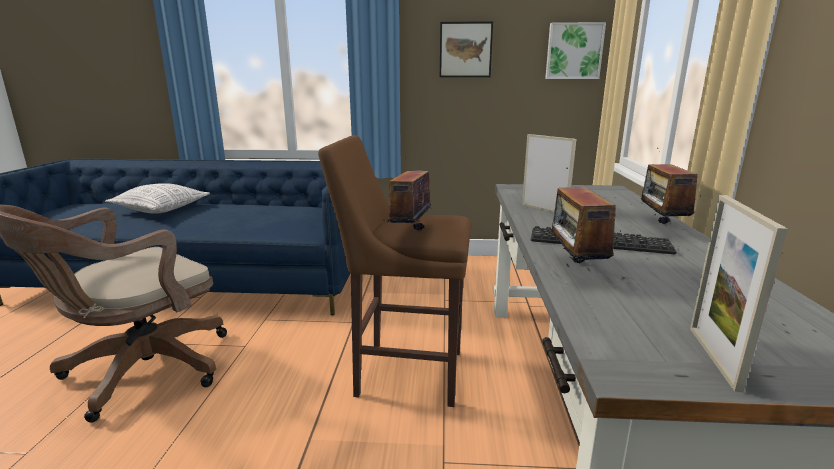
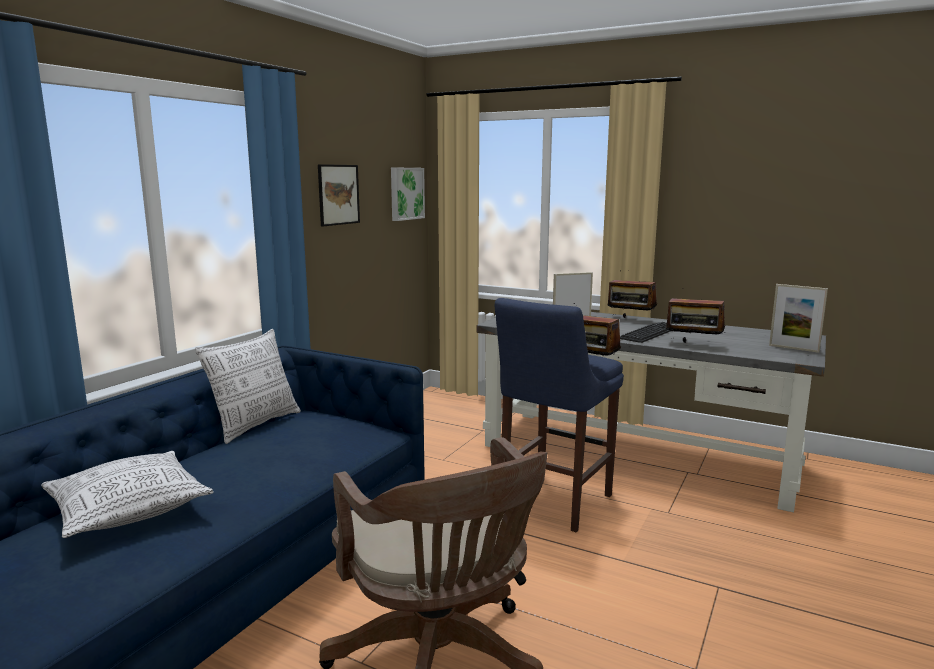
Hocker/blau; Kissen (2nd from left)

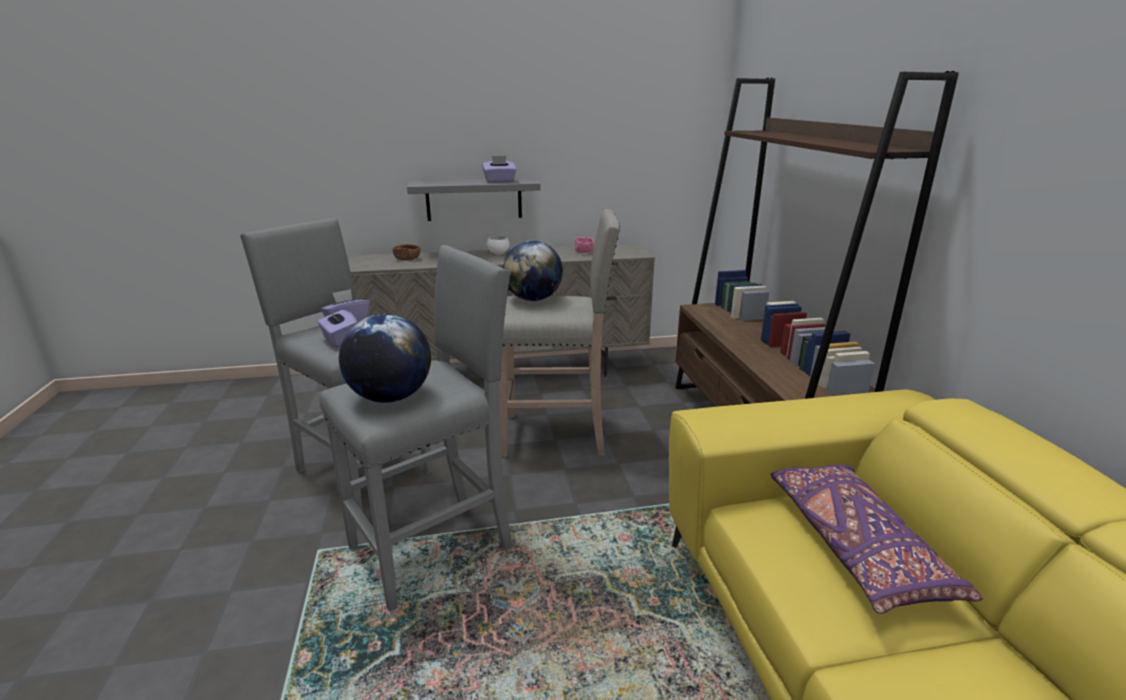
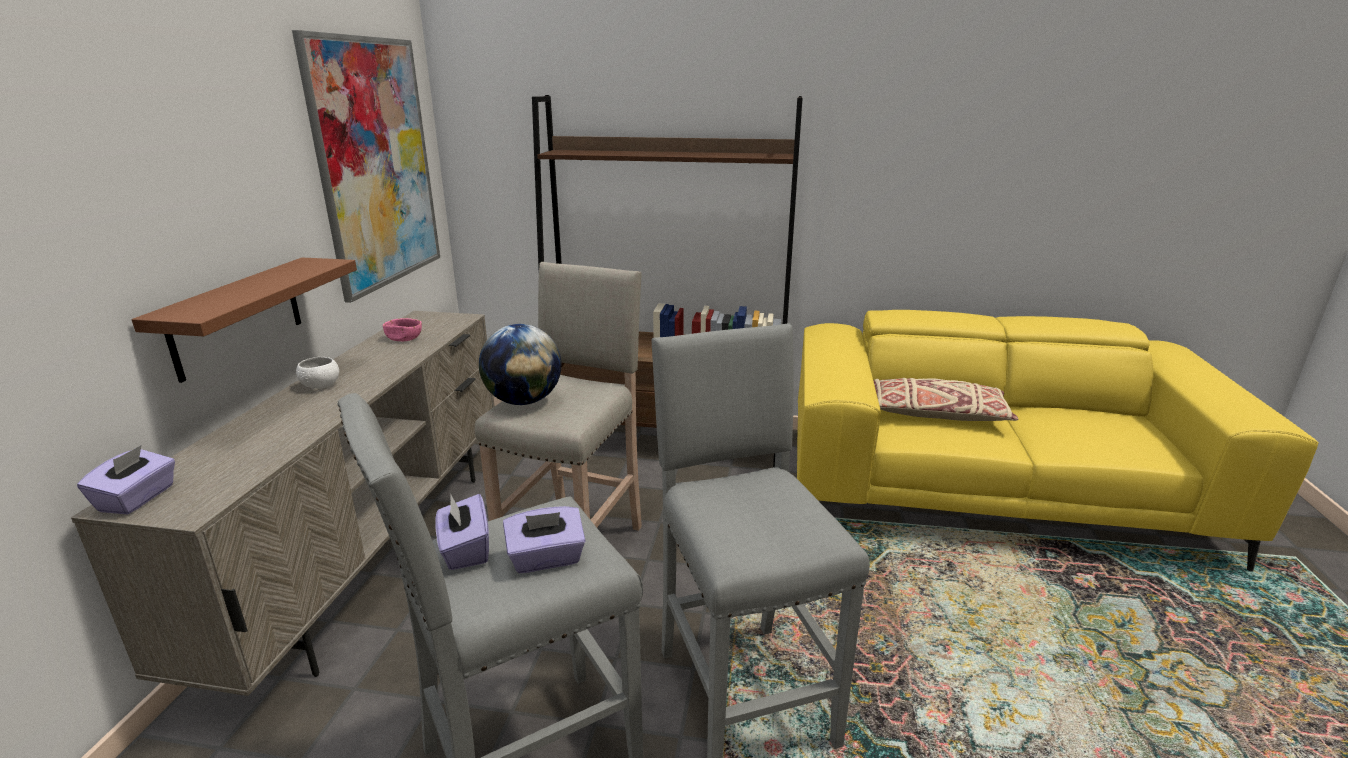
Globus (1st from left in the first image); Schüssel/braun; Wandregal/braun; Taschentuchbox/lila (1st from left); Kissen/beige; Bild

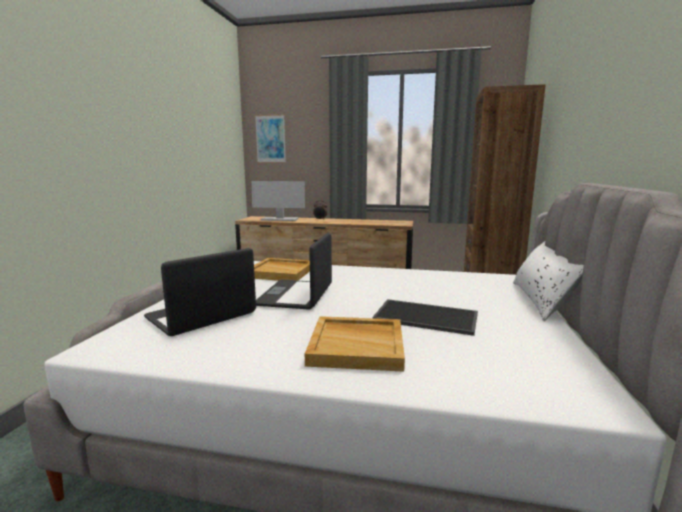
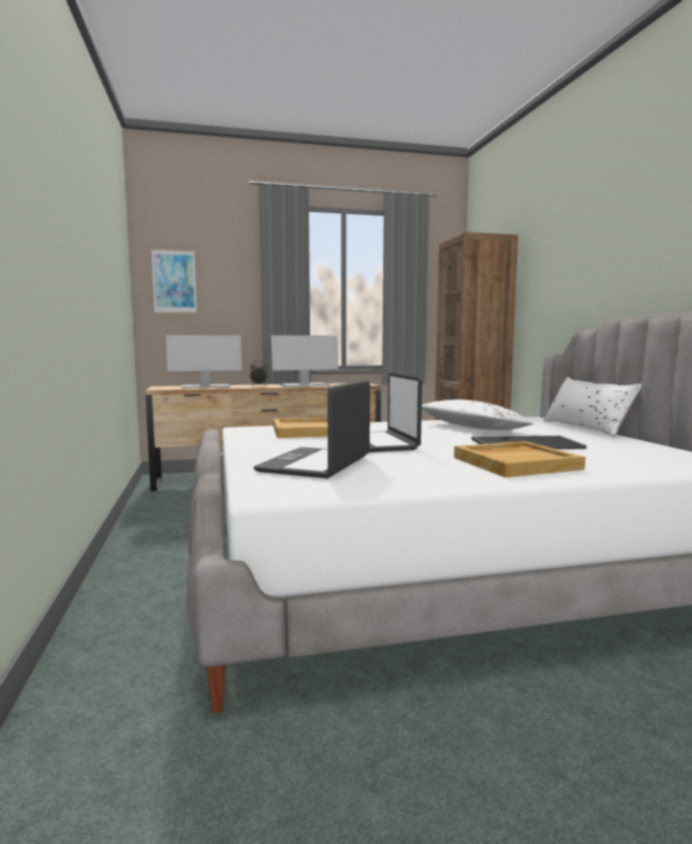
Monitor (2nd from left); Kissen/weiß (1st from left)

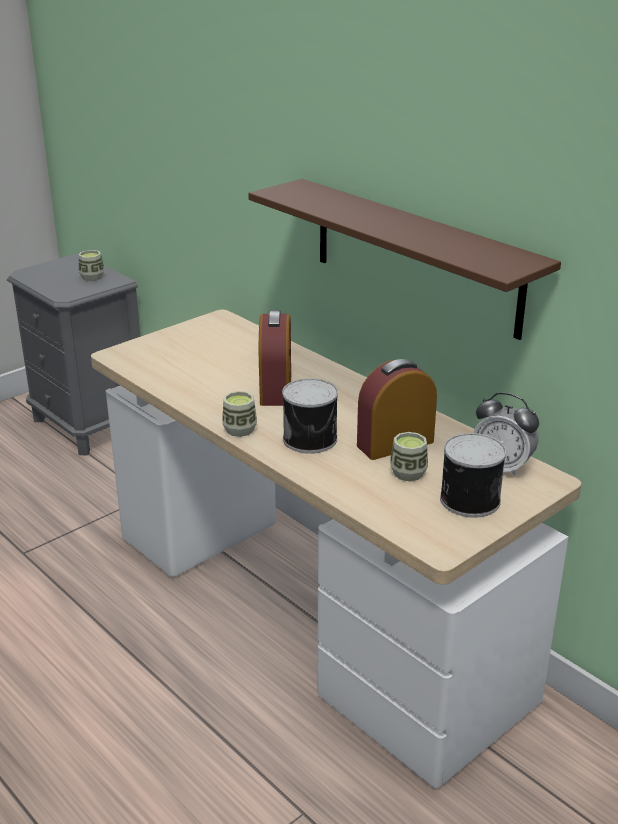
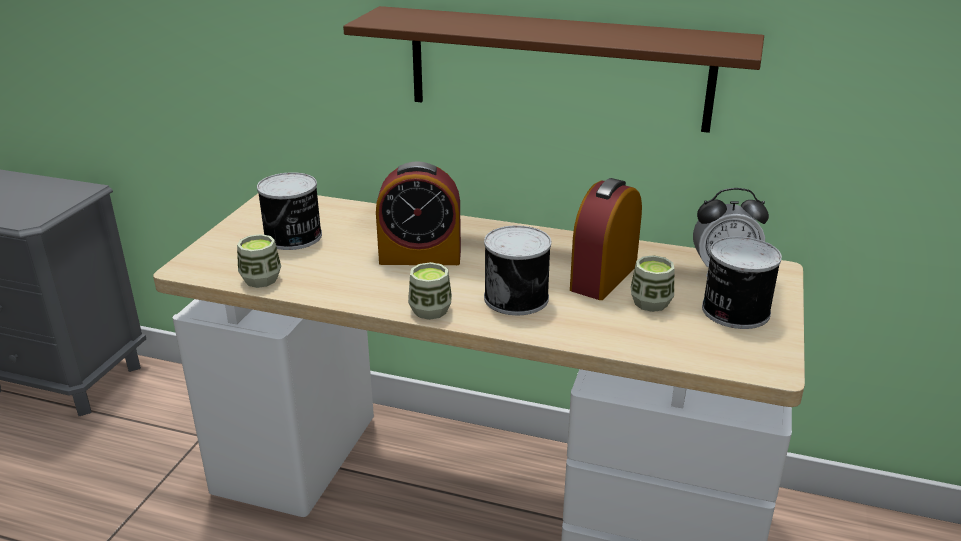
Tasse (1st from left); Wecker (1st from left); Dose (1st from left)

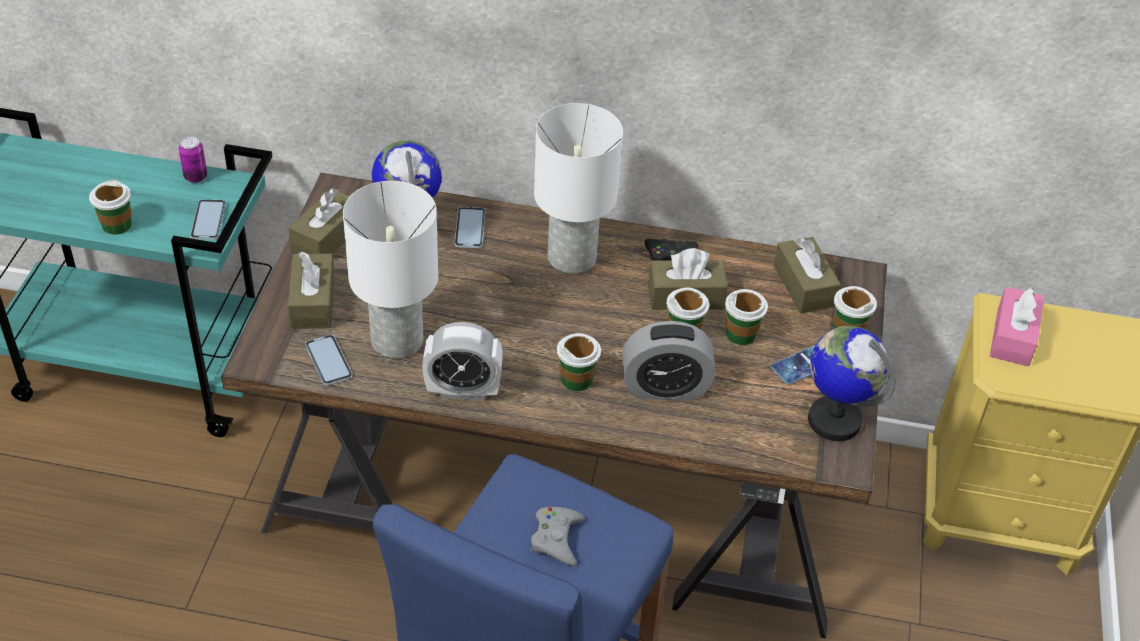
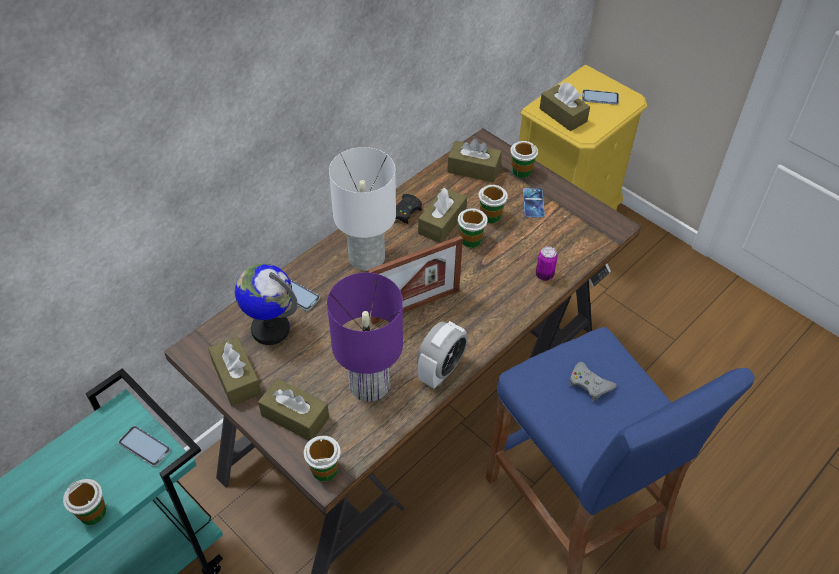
Dose; Handy (4th from left); Tischlampe/lila; Tasse (2nd from left); Wecker (2nd from left in the first image); Globus (2nd from left in the first image); Taschentuchbox/braun (5th from left); Bilderrahmen

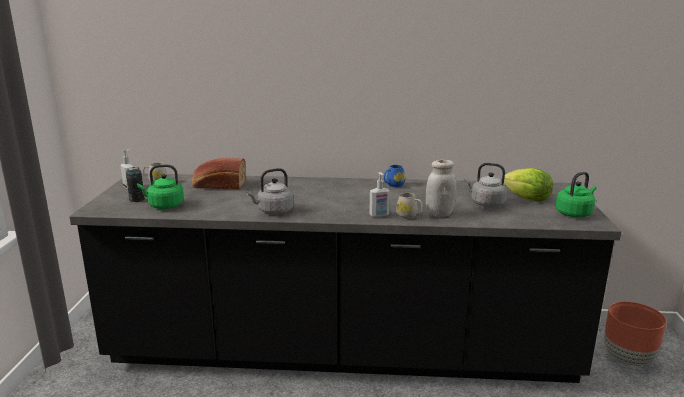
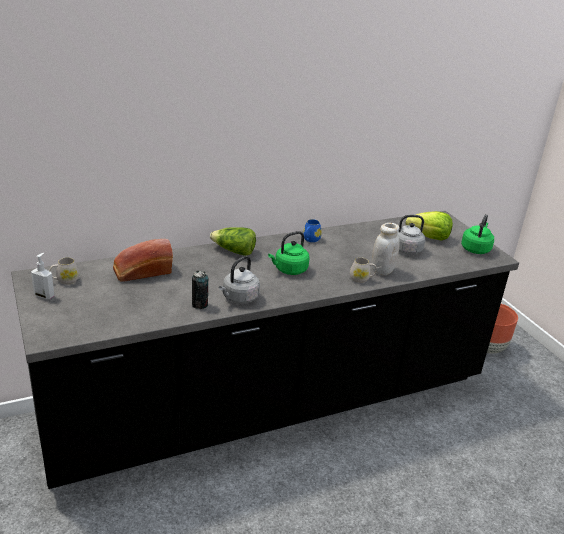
Dose; Wasserkessel/grün (1st from left); Seifenspender (2nd from left in the first image); Salatkopf (1st from left)

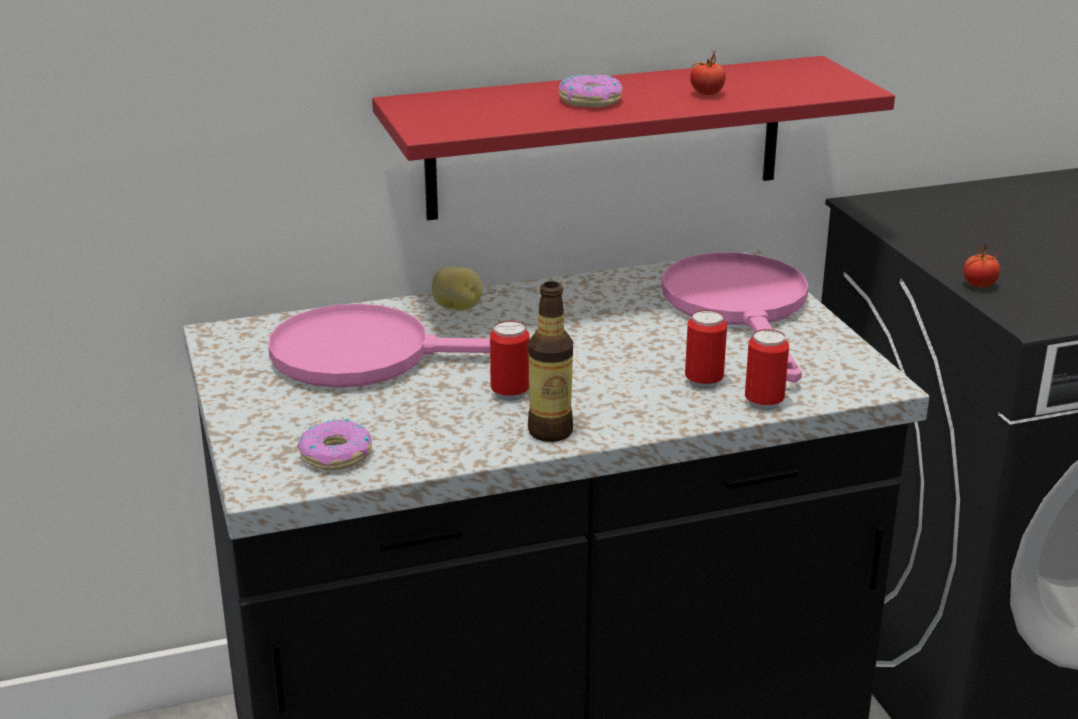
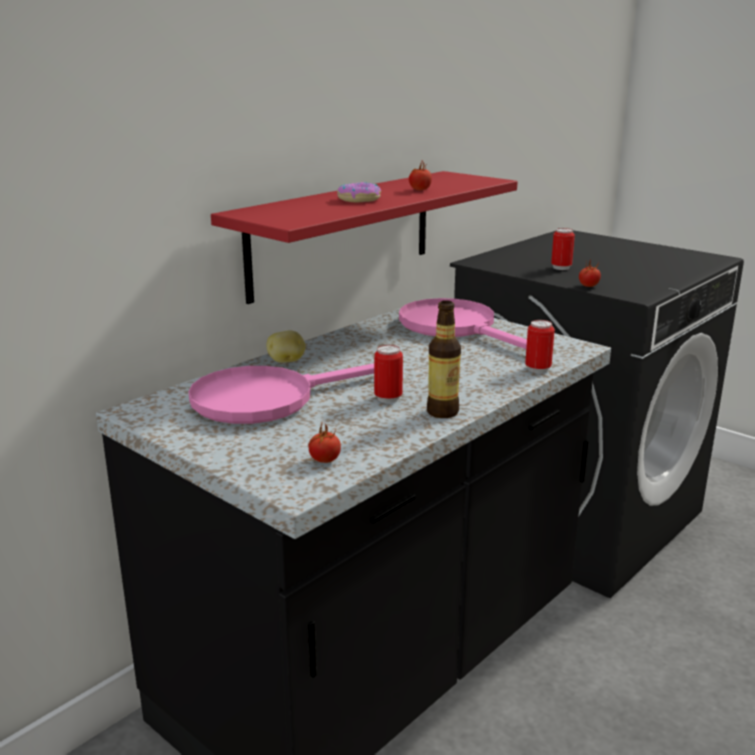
Tomate (1st from left); Dose (3rd from left)

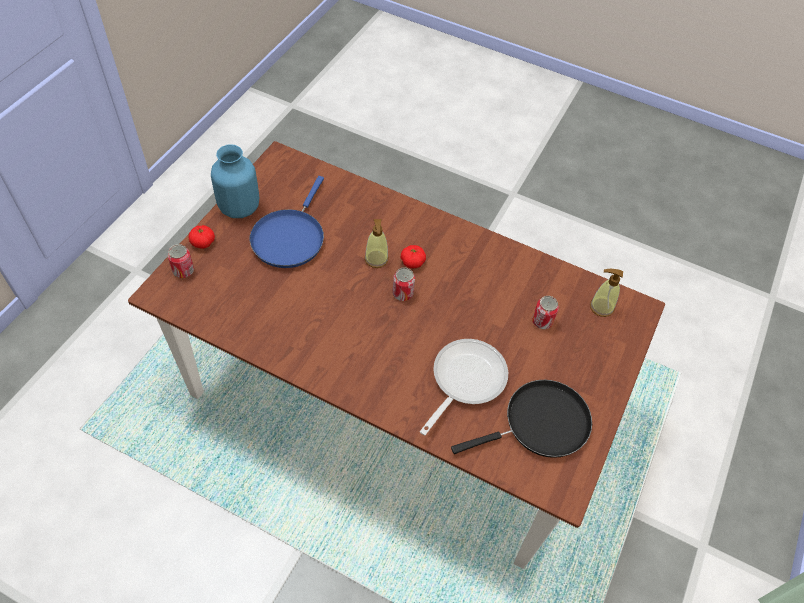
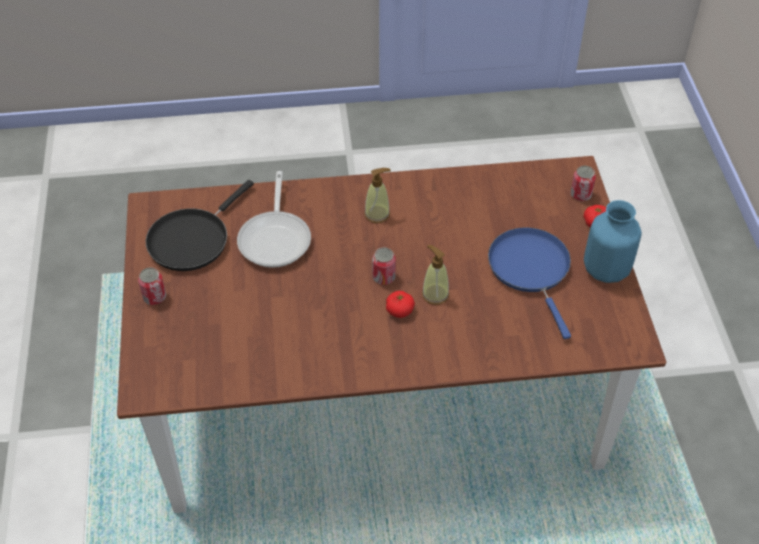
Dose (1st from left); Seifenspender (1st from left)

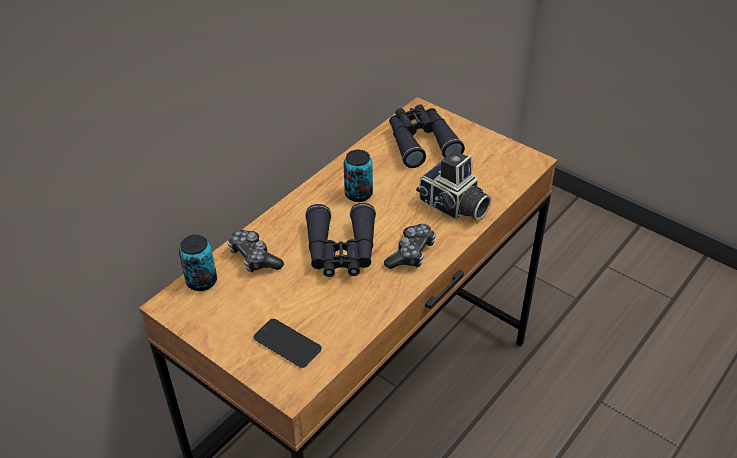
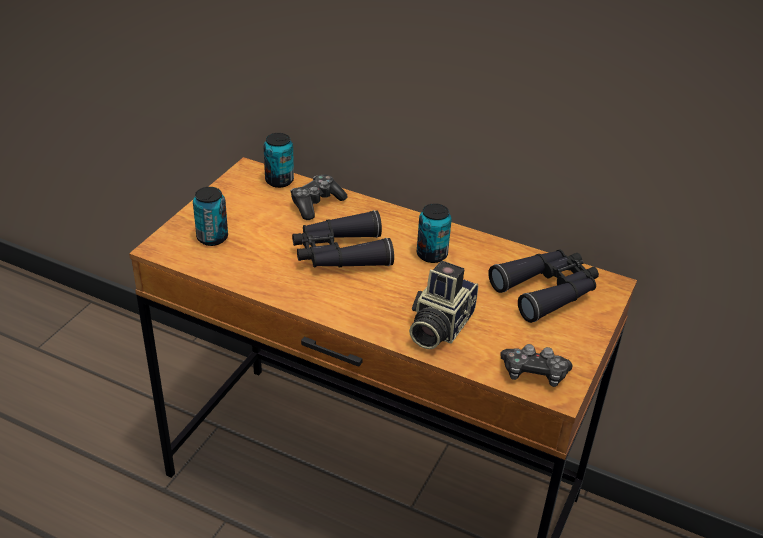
Dose (1st from left); Gamepad (2nd from left)

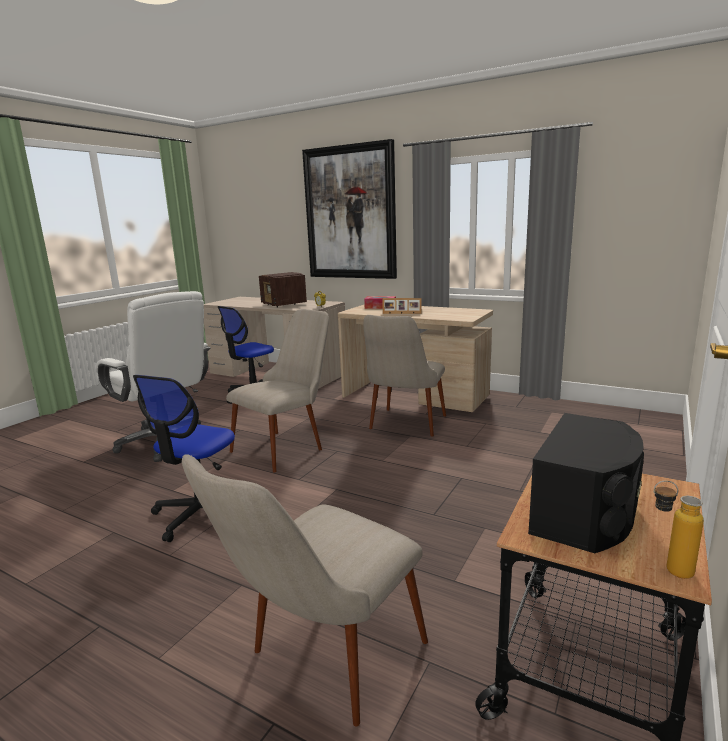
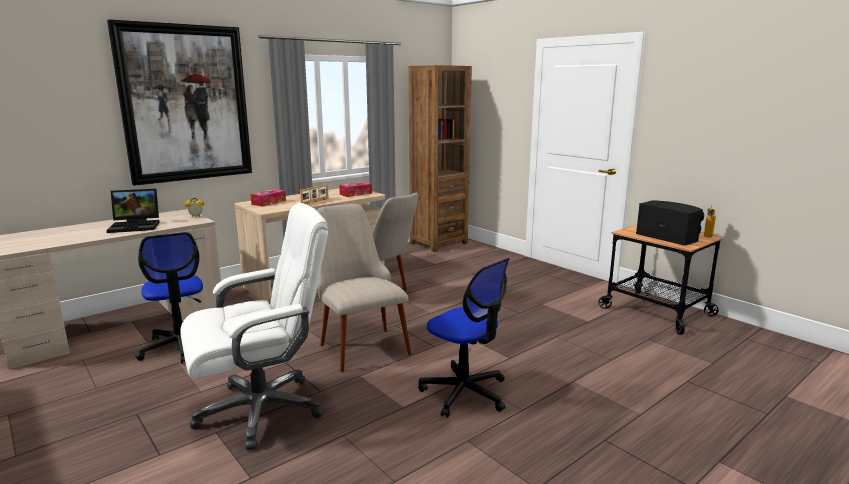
Stuhl/beige (2nd from left in the first image); Laptop; Taschentuchbox (2nd from left); Bücherregal/braun

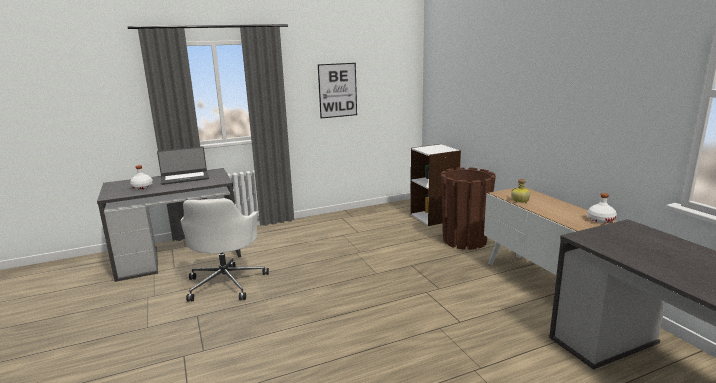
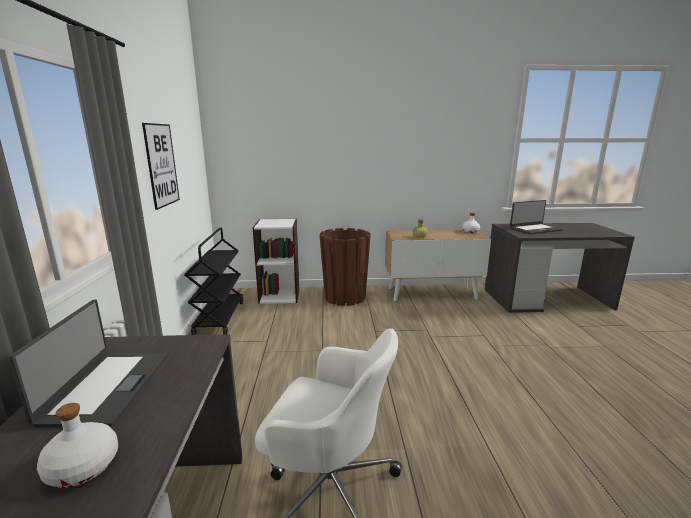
Rollwagen/schwarz; Laptop (2nd from left)

